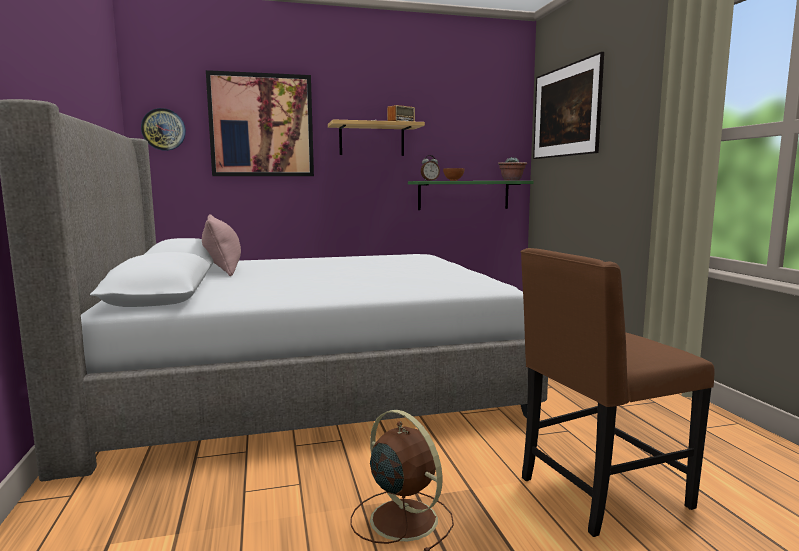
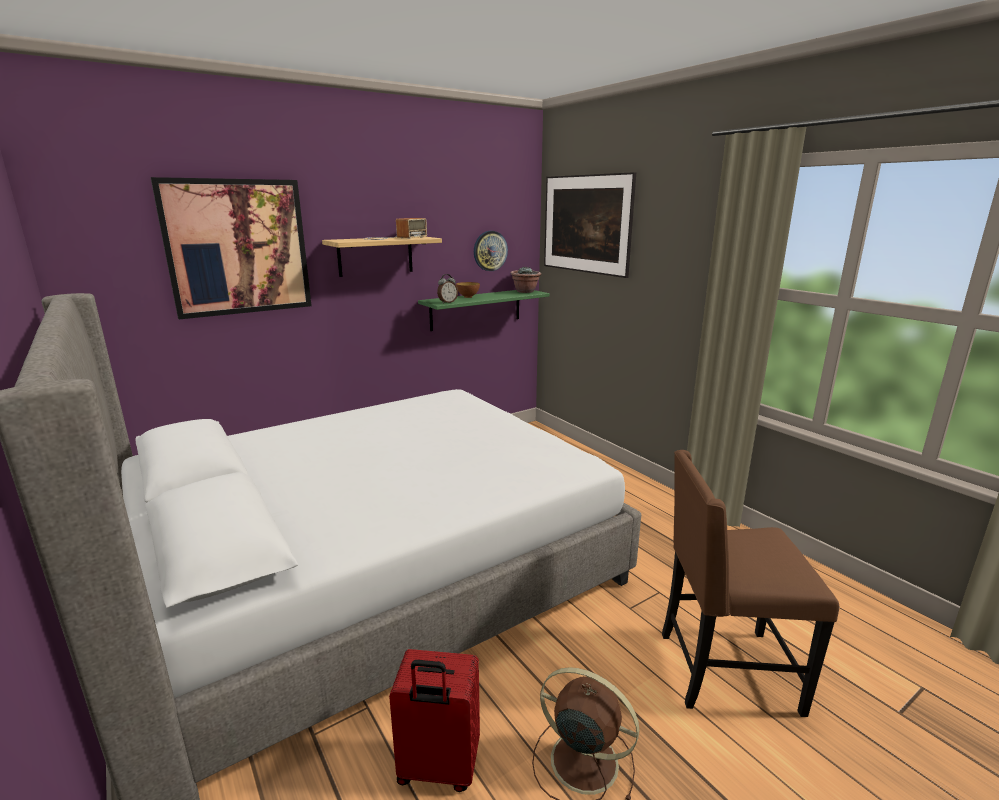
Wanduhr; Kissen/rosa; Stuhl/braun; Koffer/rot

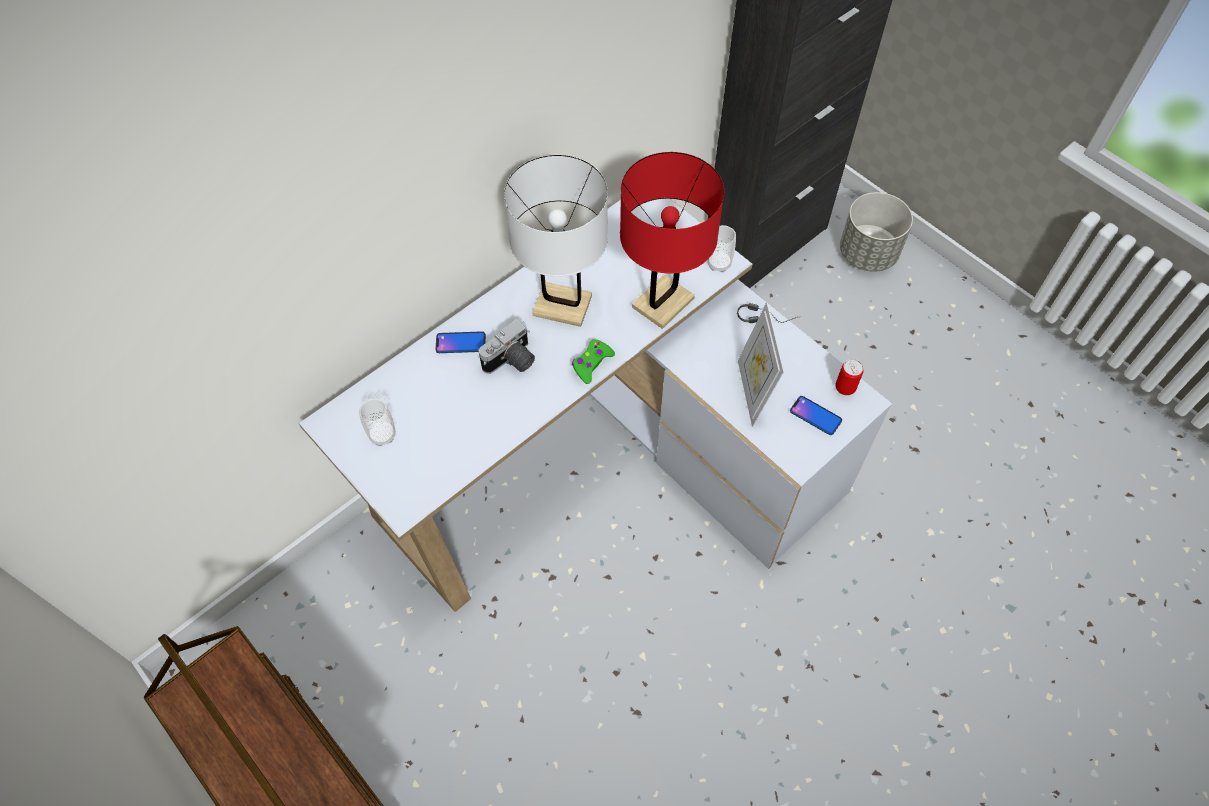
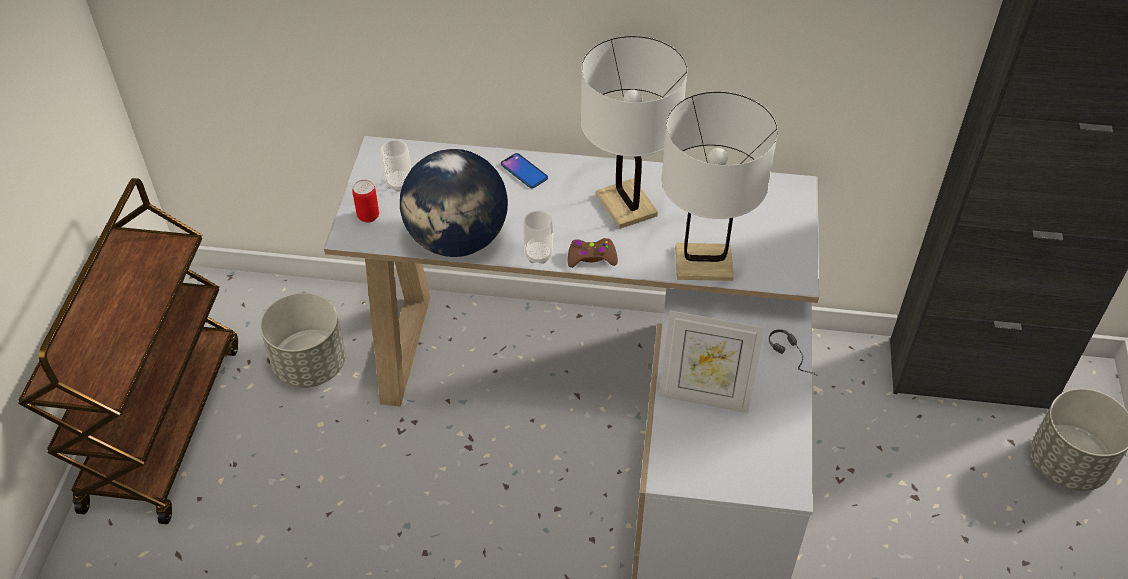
Kamera; Gamepad/braun; Tischlampe/weiß (2nd from left); Tasse (2nd from left); Bilderrahmen; Handy (2nd from left in the first image); Dose; Pflanzkübel/grau (1st from left); Globus

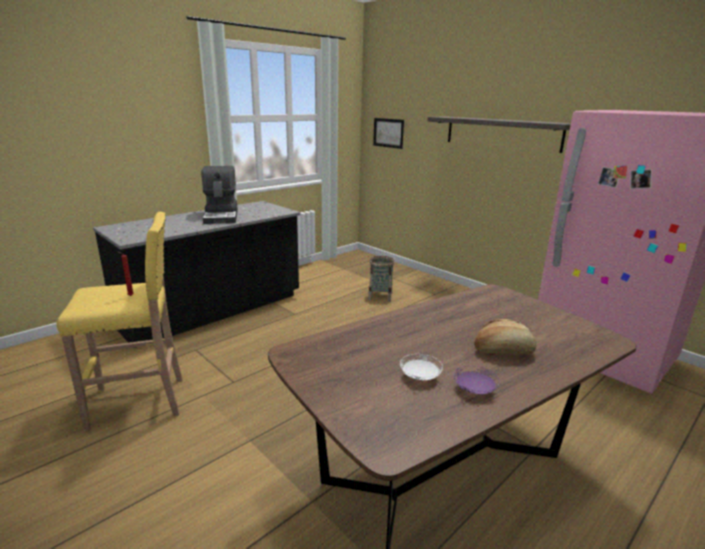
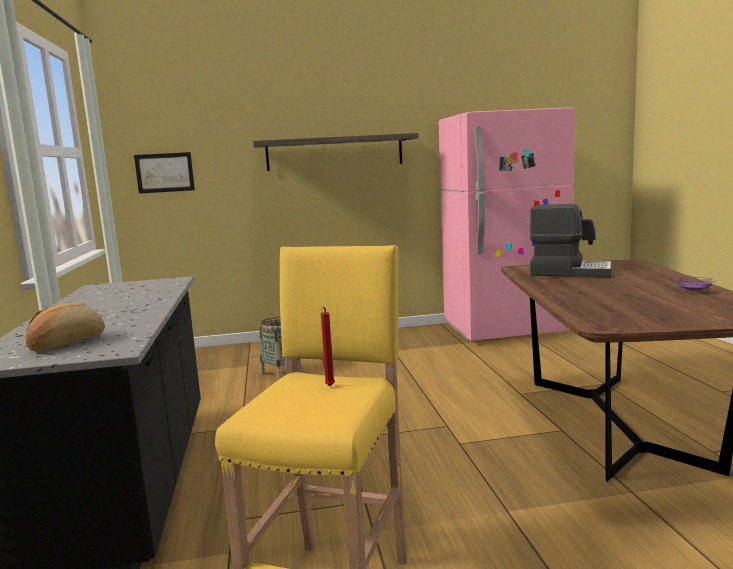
Kaffeemaschine; Teller/weiß; Brot

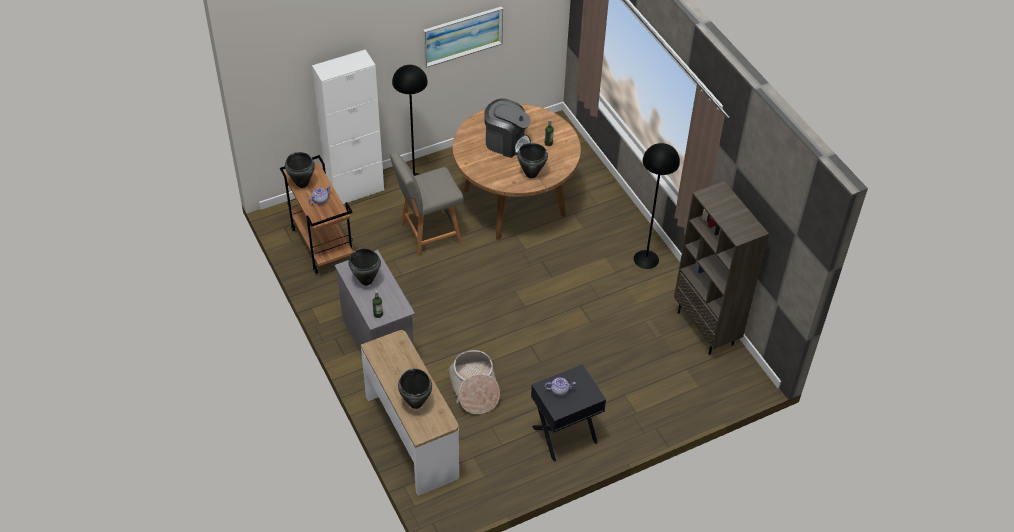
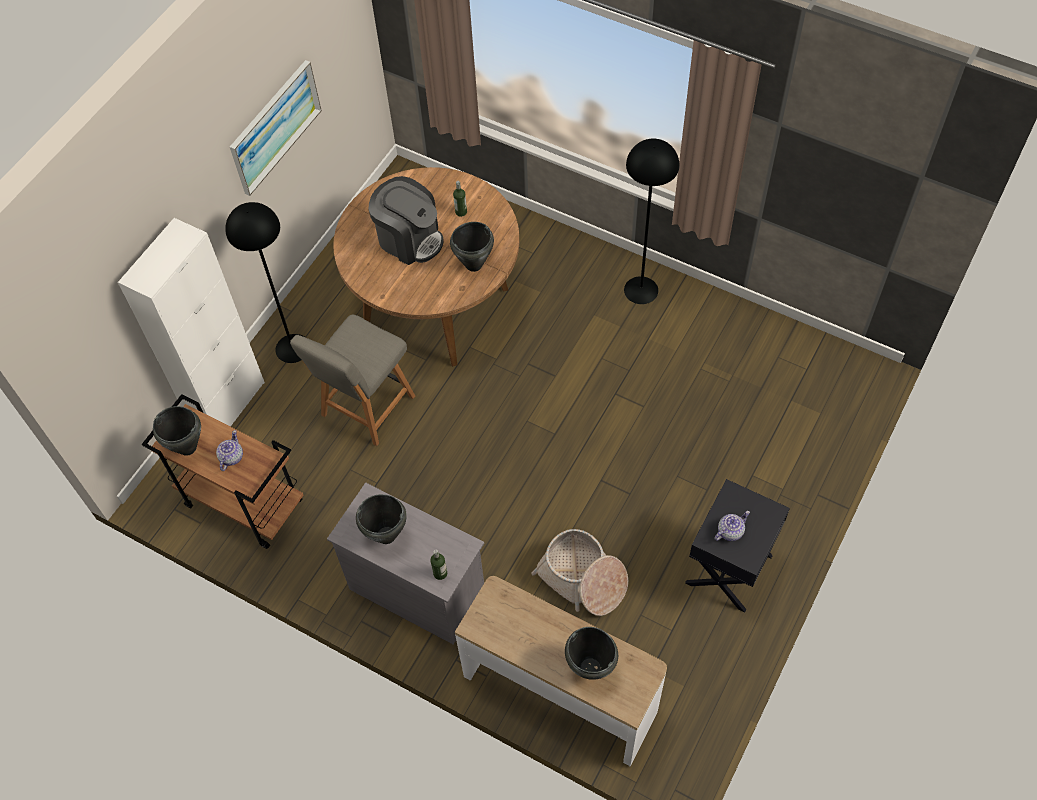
Kaffeemaschine; Bücherregal/braun

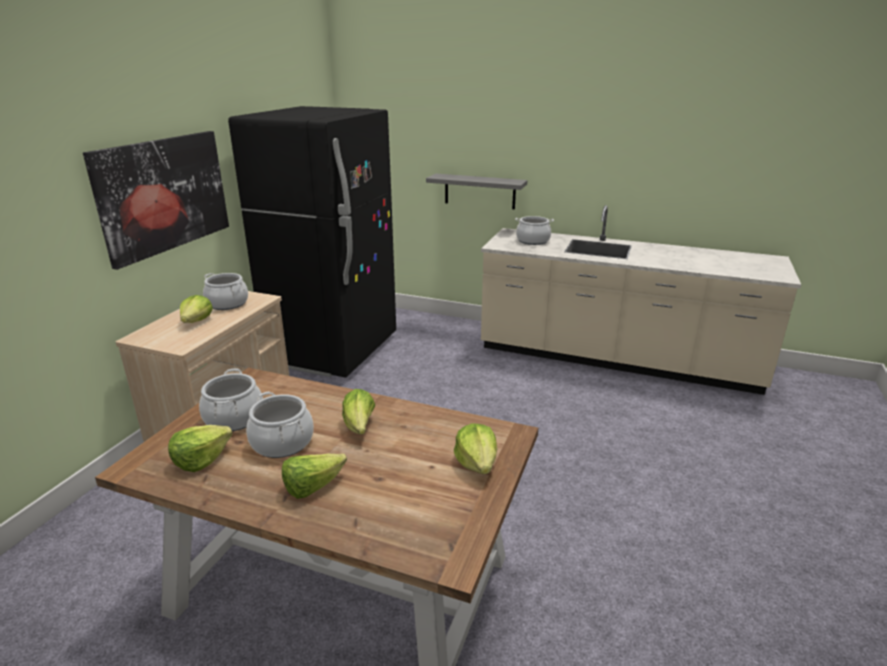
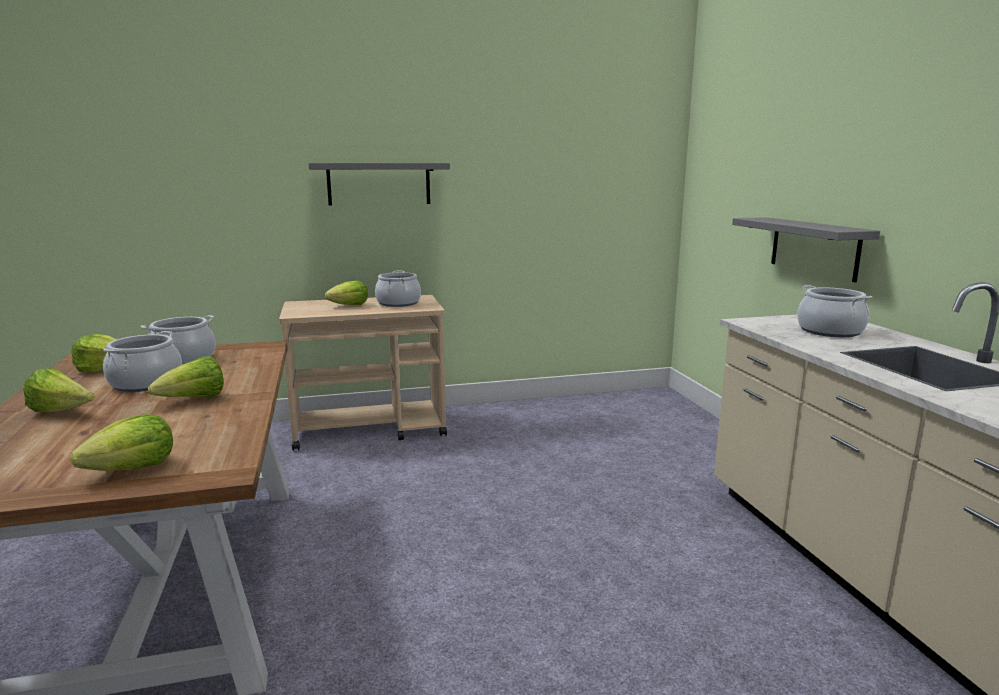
Wandregal/grau (1st from left); Kühlschrank/schwarz

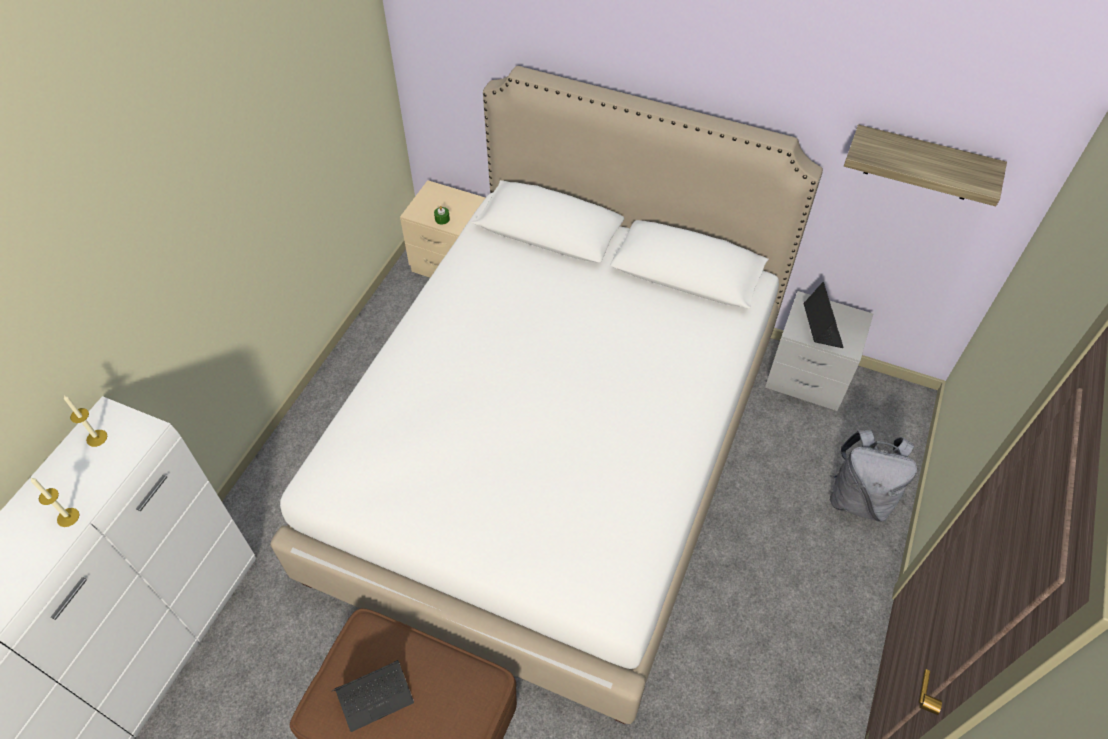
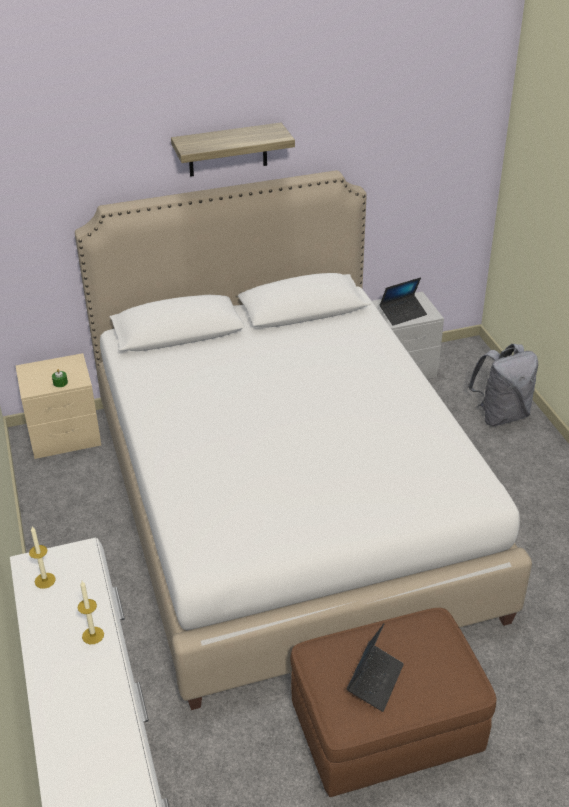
Laptop (2nd from left); Wandregal

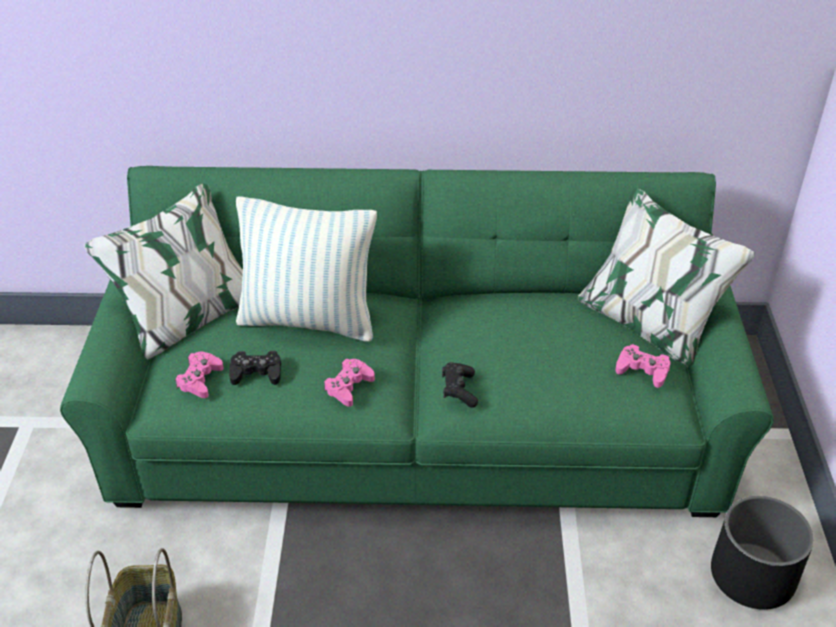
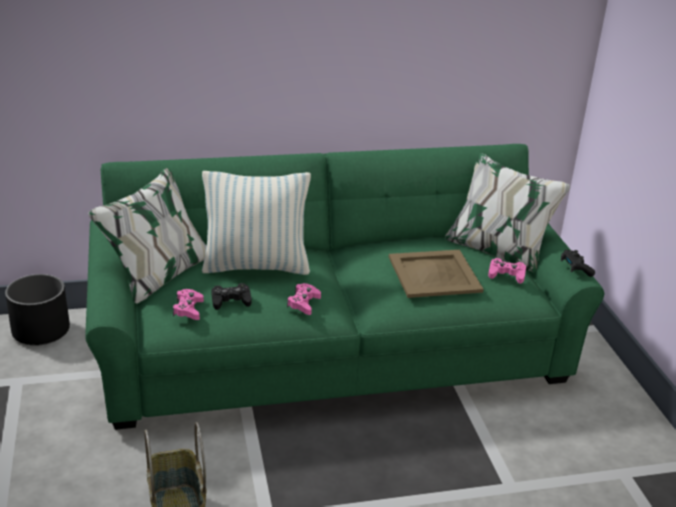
Gamepad/schwarz (2nd from left); Pflanzkübel/schwarz; Tablett/beige

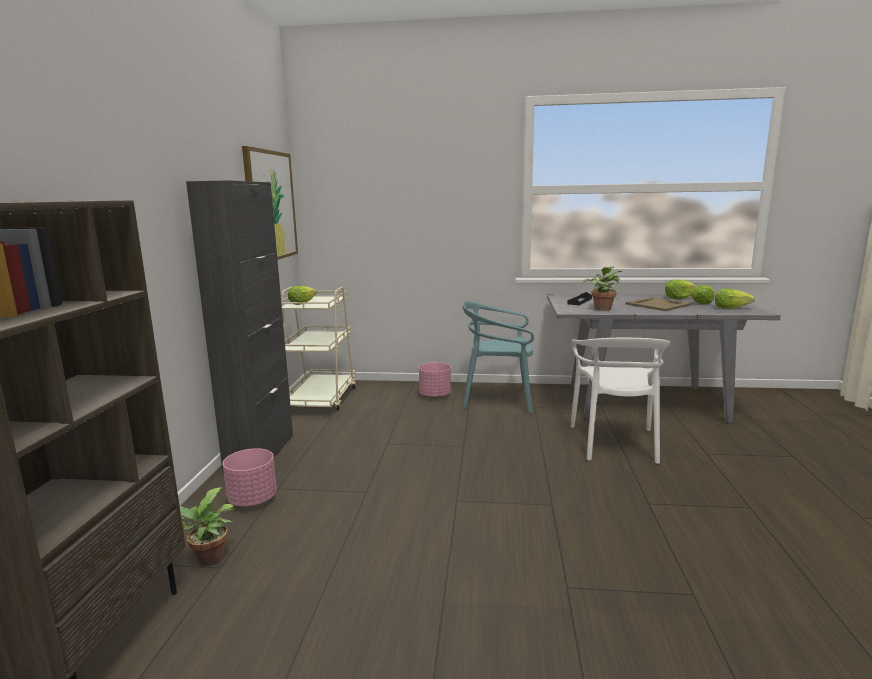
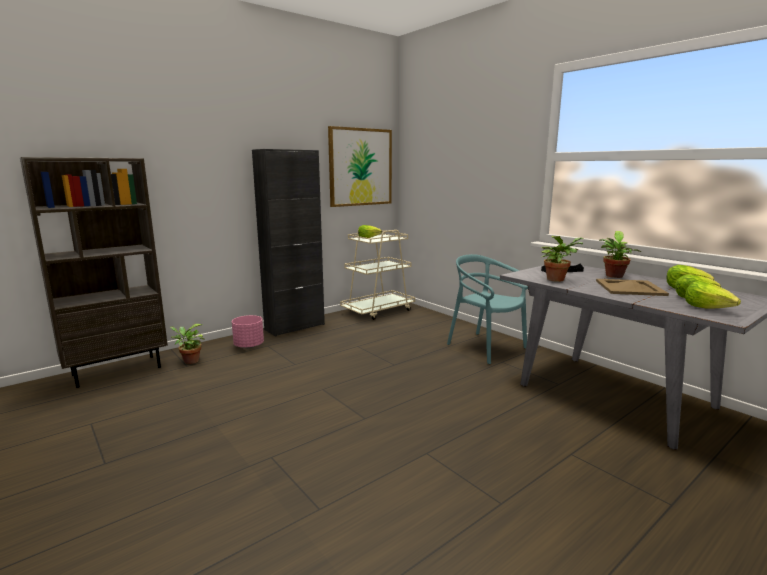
Pflanzkübel/rosa (2nd from left in the first image); Stuhl/weiß; Topfpflanze (3rd from left)

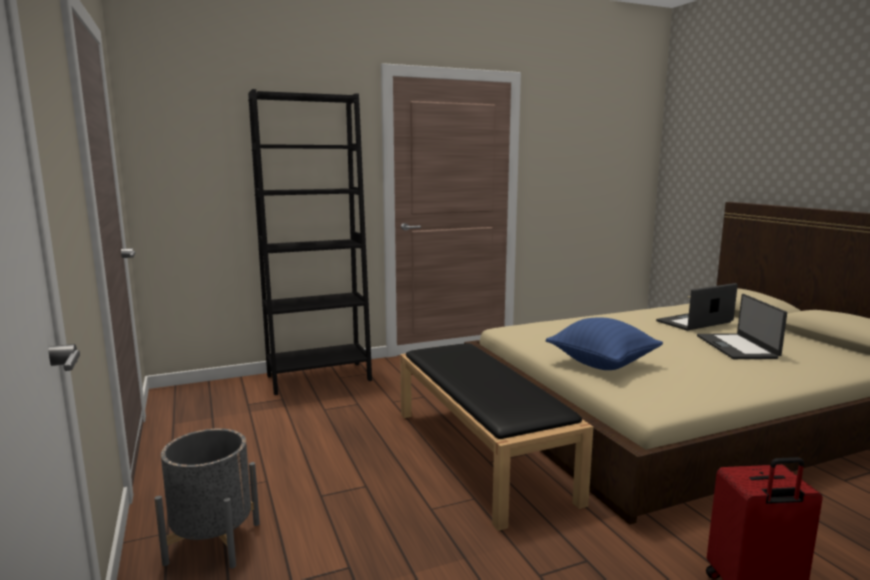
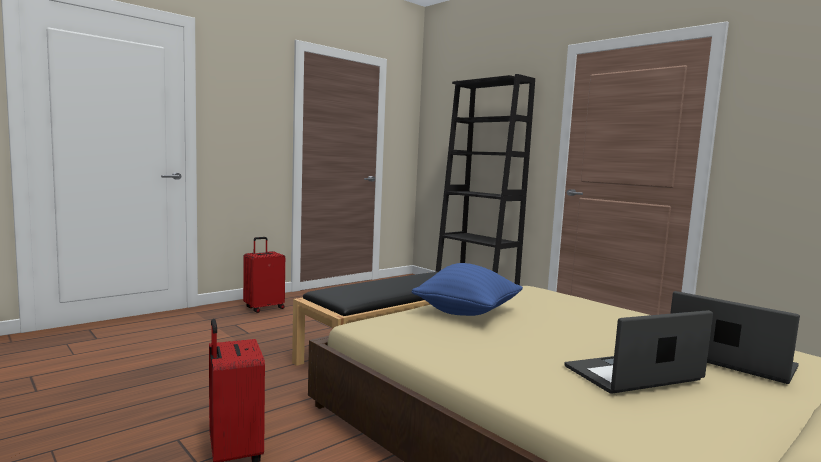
Koffer/rot (2nd from left)

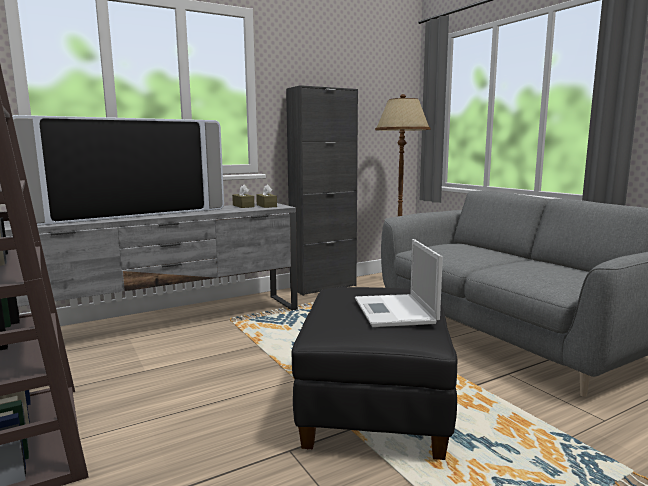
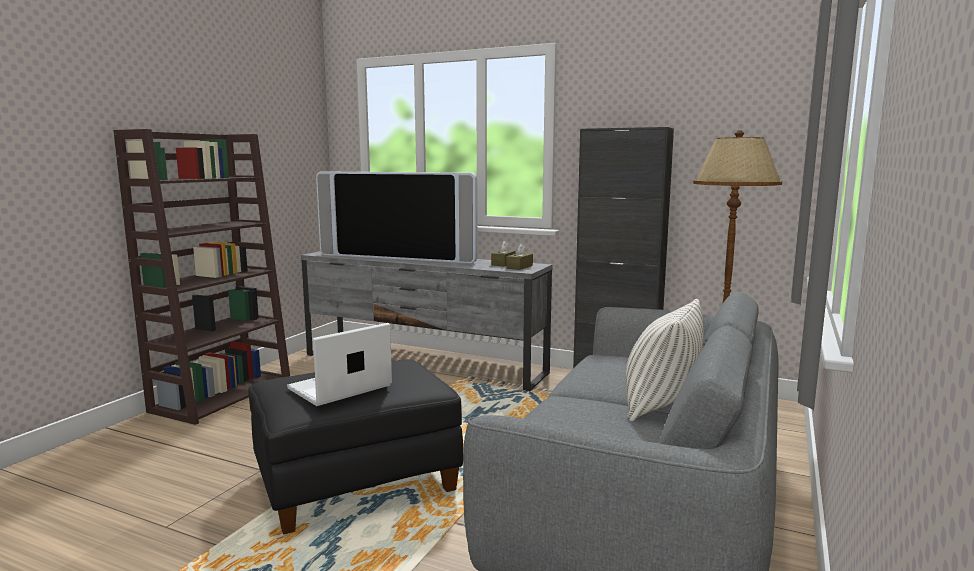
Kissen

